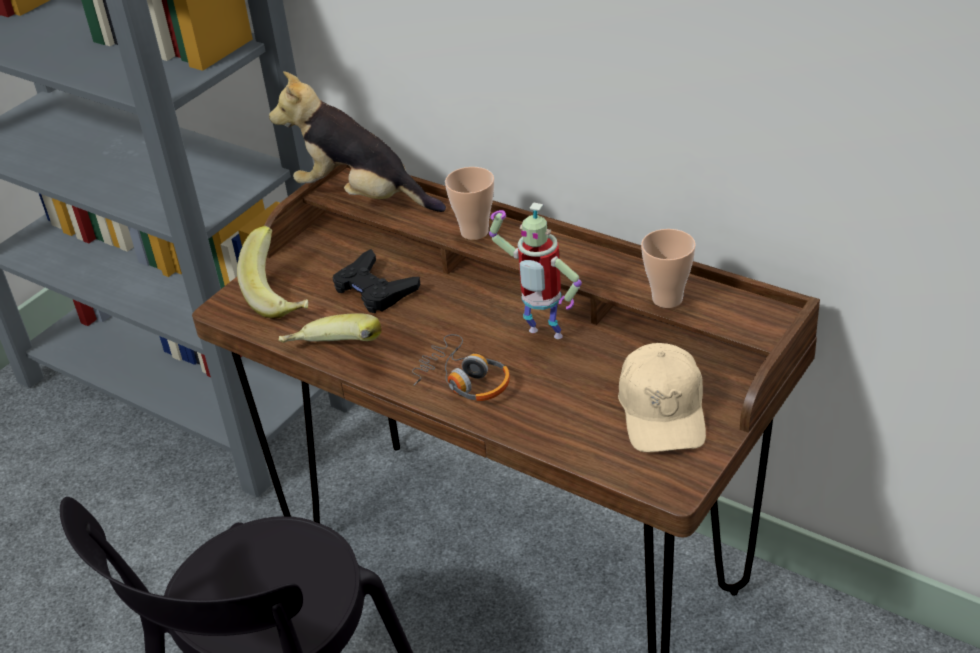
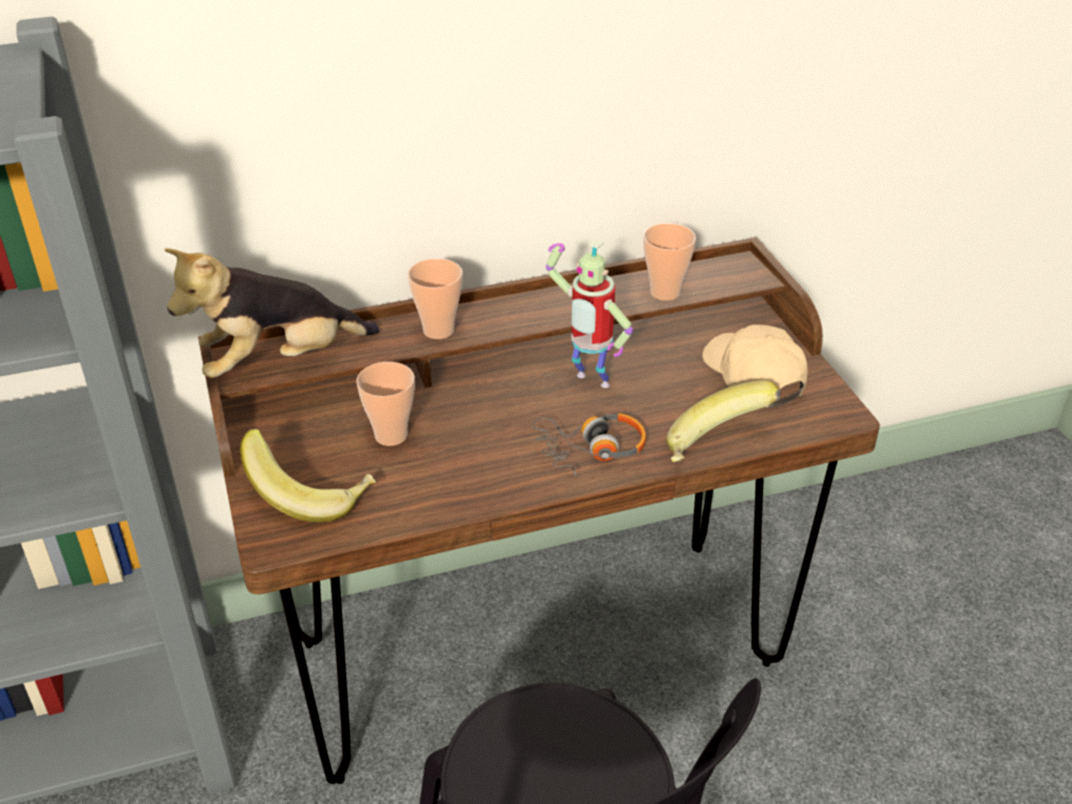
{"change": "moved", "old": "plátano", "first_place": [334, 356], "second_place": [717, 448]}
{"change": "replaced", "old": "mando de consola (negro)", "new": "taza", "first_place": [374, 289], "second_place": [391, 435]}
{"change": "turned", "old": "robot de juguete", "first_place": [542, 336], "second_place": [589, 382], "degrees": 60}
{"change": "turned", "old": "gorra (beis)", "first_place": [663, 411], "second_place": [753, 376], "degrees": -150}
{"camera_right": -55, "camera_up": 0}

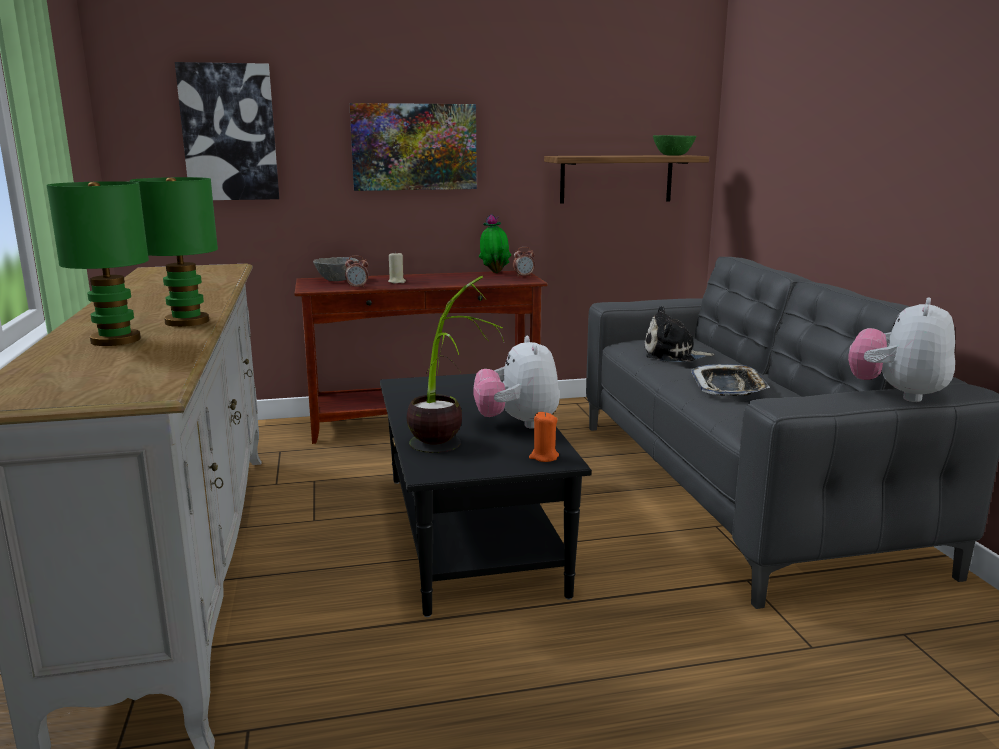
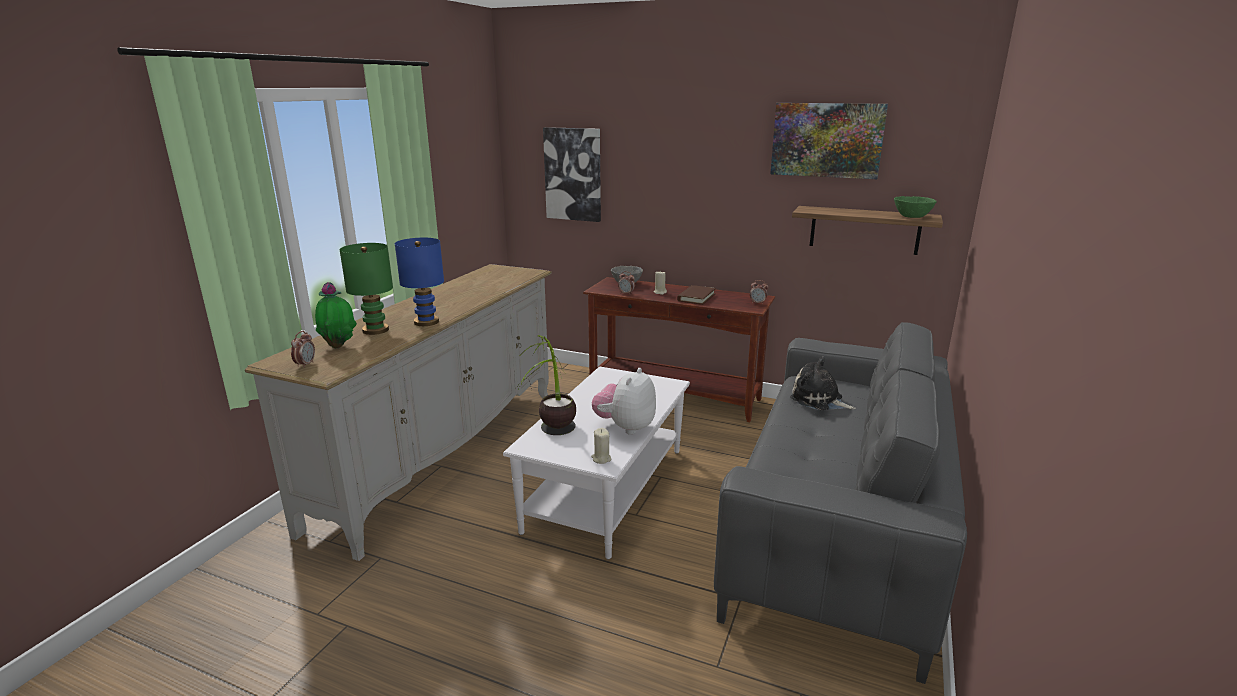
{"change": "recoloured", "old": "lámpara de mesa (verde)", "new": "lámpara de mesa (azul)", "first_place": [187, 321], "second_place": [427, 322]}
{"change": "moved", "old": "cuadro", "first_place": [414, 147], "second_place": [827, 140]}
{"change": "recoloured", "old": "mesa de centro (negro)", "new": "mesa de centro (blanco)", "first_place": [471, 533], "second_place": [606, 489]}
{"change": "moved", "old": "planta en maceta", "first_place": [494, 272], "second_place": [339, 346]}
{"change": "recoloured", "old": "vela (naranja)", "new": "vela (beis)", "first_place": [543, 457], "second_place": [601, 458]}
{"change": "removed", "old": "bandeja", "first_place": [728, 387]}
{"change": "removed", "old": "peluche", "first_place": [897, 394]}
{"change": "added", "new": "despertador", "second_place": [305, 364]}
{"change": "added", "new": "libro (marrón)", "second_place": [696, 297]}
{"camera_right": 35, "camera_up": 5}

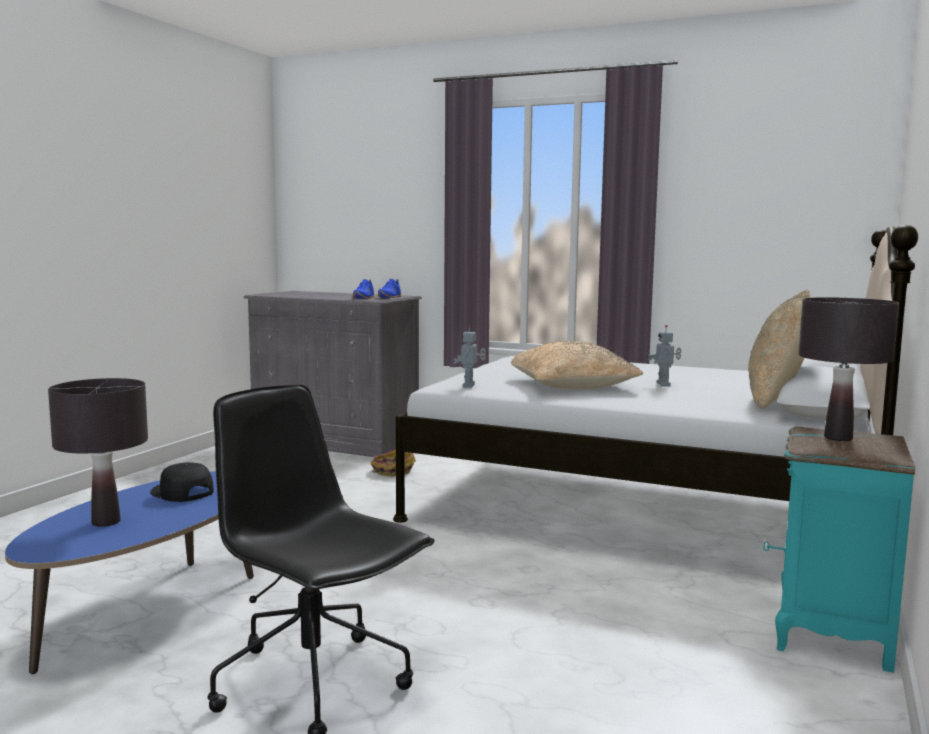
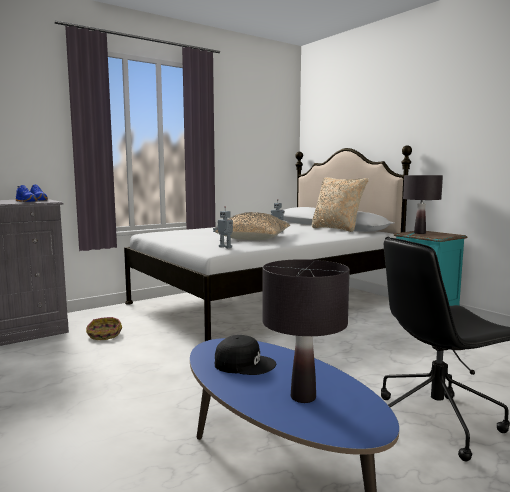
{"change": "turned", "old": "gorra (negro)", "first_place": [181, 492], "second_place": [244, 364], "degrees": -150}
{"camera_right": -60, "camera_up": 0}

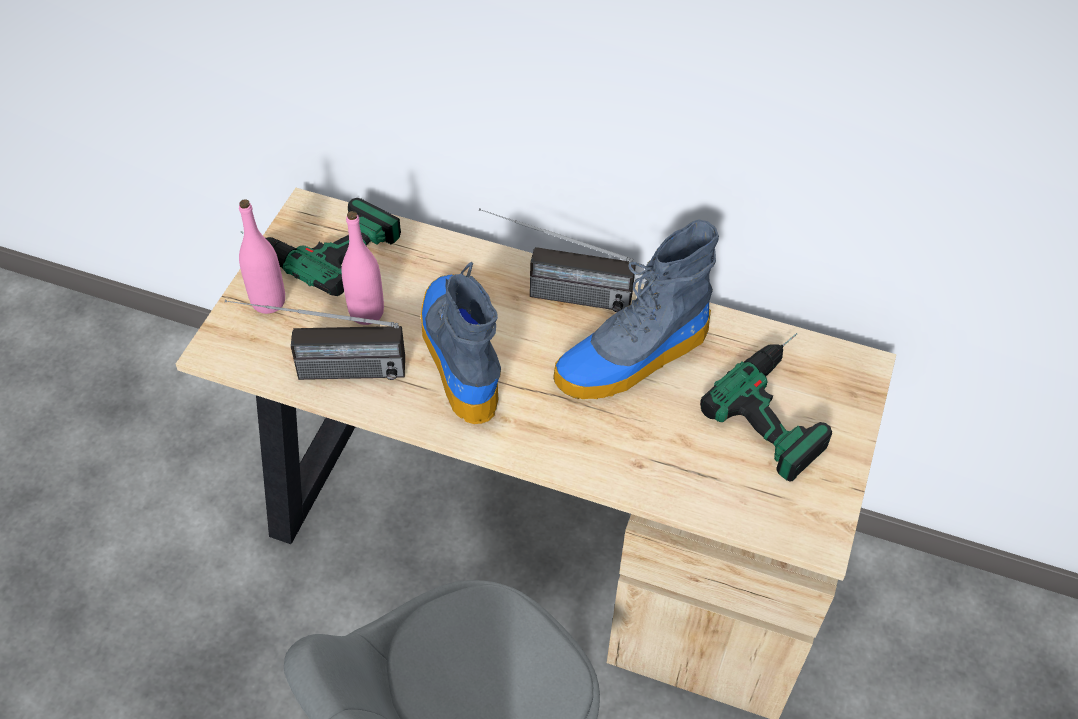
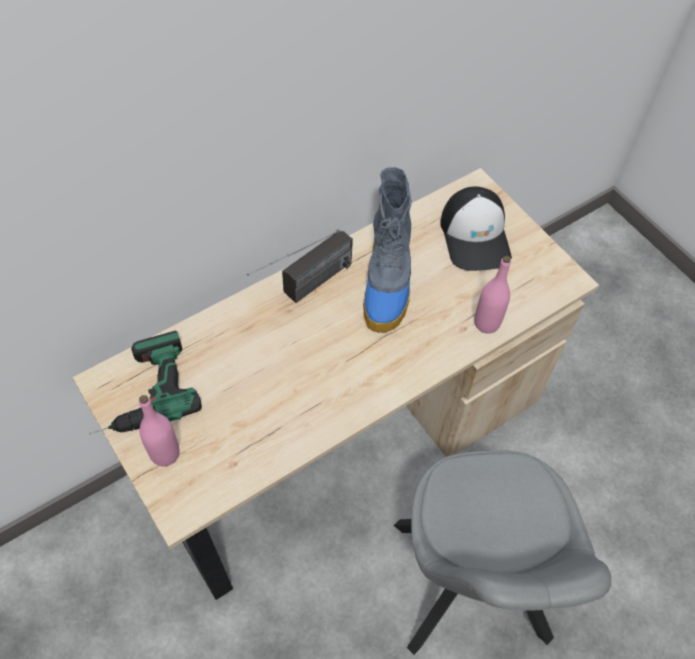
{"change": "removed", "old": "radio", "first_place": [323, 371]}
{"change": "moved", "old": "botella (rosa)", "first_place": [366, 312], "second_place": [486, 323]}
{"change": "removed", "old": "bota", "first_place": [459, 354]}
{"change": "replaced", "old": "taladro", "new": "gorra", "first_place": [785, 405], "second_place": [476, 236]}
{"camera_right": -55, "camera_up": 5}

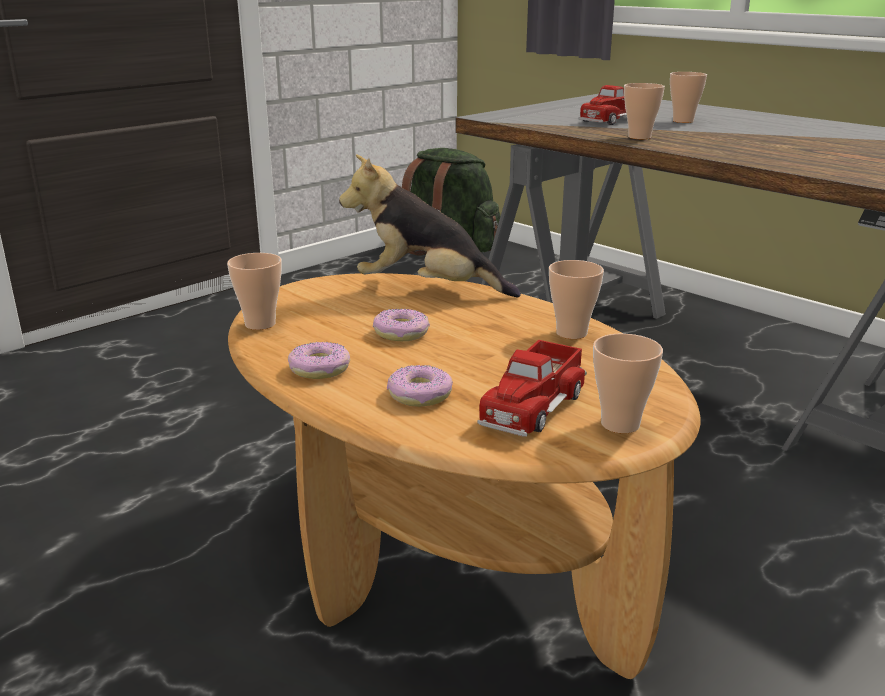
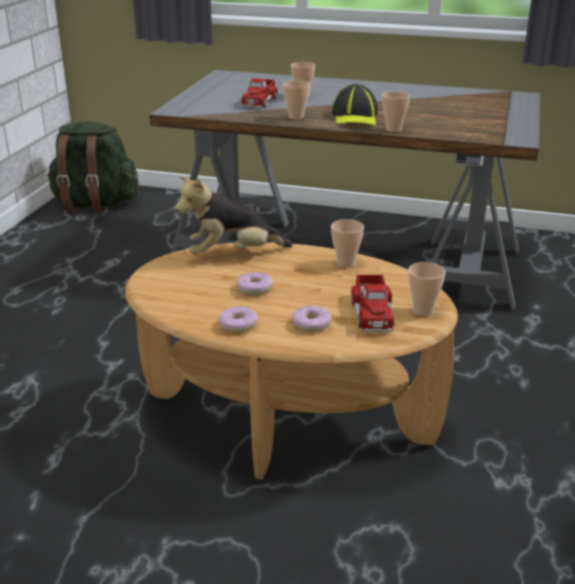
{"change": "moved", "old": "taza", "first_place": [260, 324], "second_place": [393, 129]}
{"change": "added", "new": "gorra", "second_place": [355, 117]}
{"camera_right": -30, "camera_up": 5}

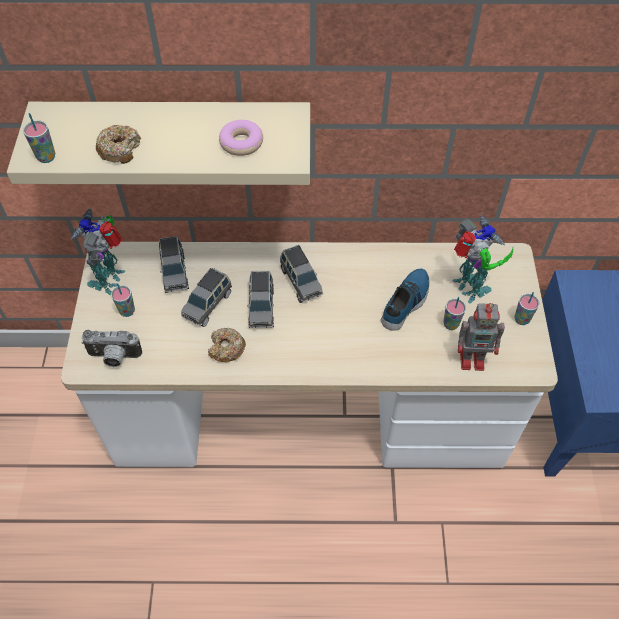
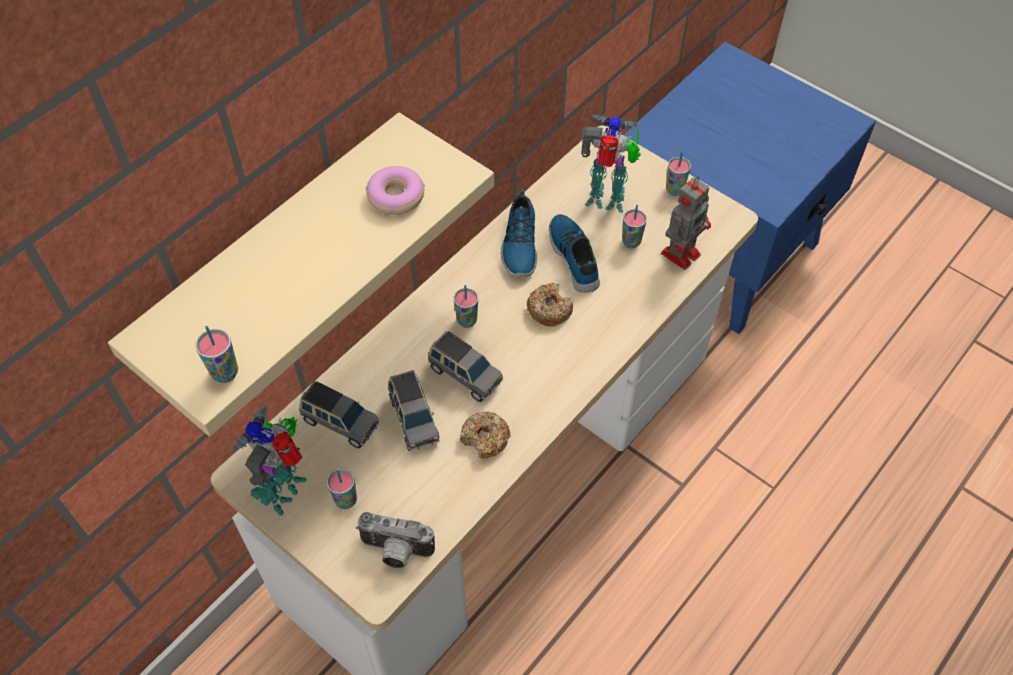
{"change": "turned", "old": "robot de juguete", "first_place": [111, 279], "second_place": [284, 489], "degrees": 60}
{"change": "turned", "old": "cámara", "first_place": [114, 358], "second_place": [395, 552], "degrees": 60}
{"change": "moved", "old": "rosquilla", "first_place": [119, 149], "second_place": [549, 309]}
{"change": "replaced", "old": "coche de juguete (gris)", "new": "taza", "first_place": [300, 281], "second_place": [467, 321]}
{"change": "added", "new": "zapato", "second_place": [519, 244]}
{"camera_right": -50, "camera_up": 0}

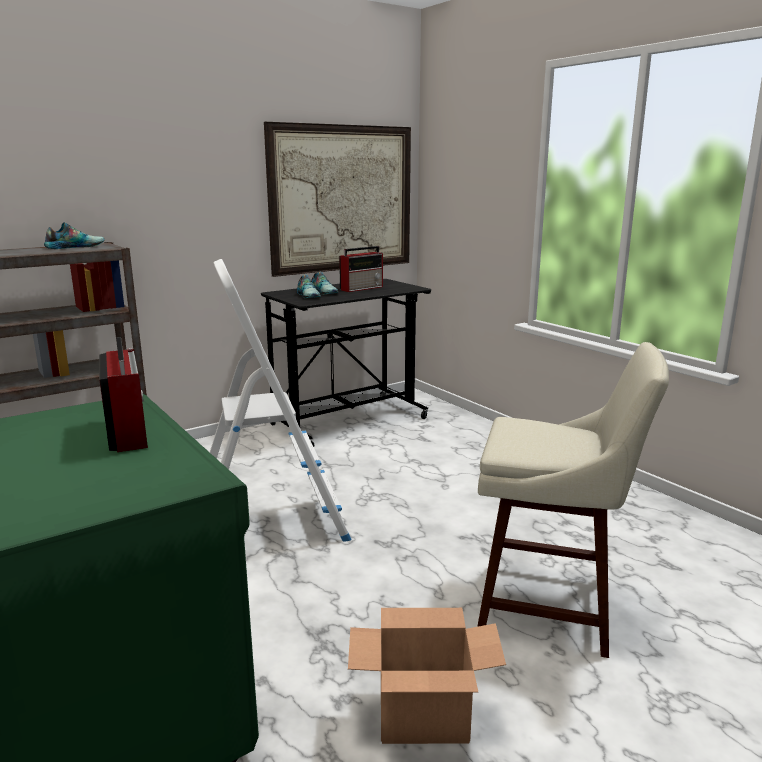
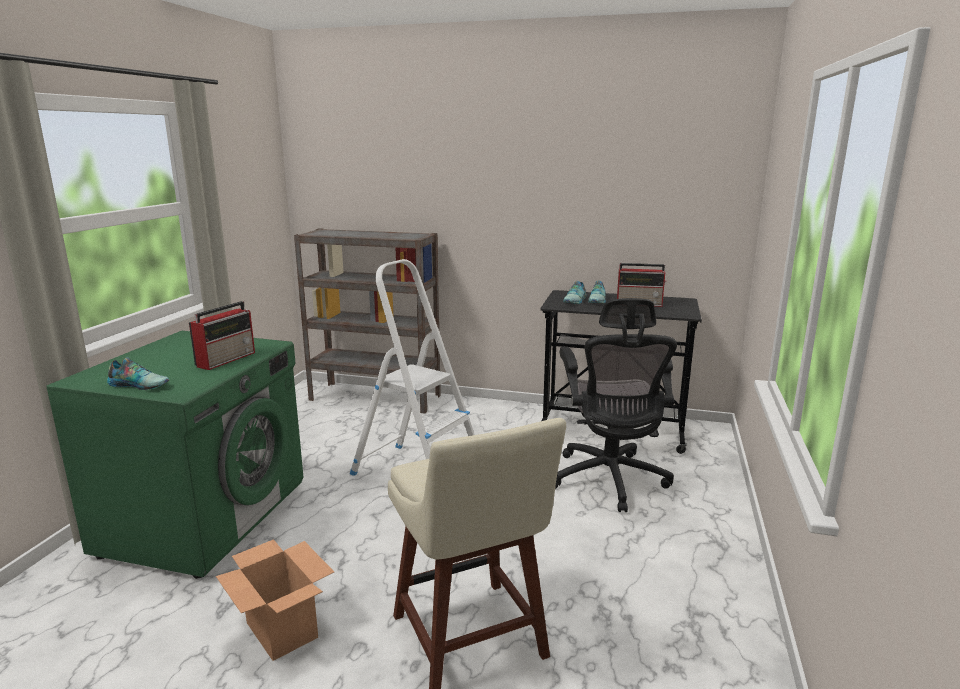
{"change": "moved", "old": "zapato", "first_place": [75, 247], "second_place": [140, 384]}
{"change": "removed", "old": "cuadro", "first_place": [342, 199]}
{"change": "added", "new": "silla de oficina", "second_place": [609, 479]}
{"camera_right": 50, "camera_up": 0}

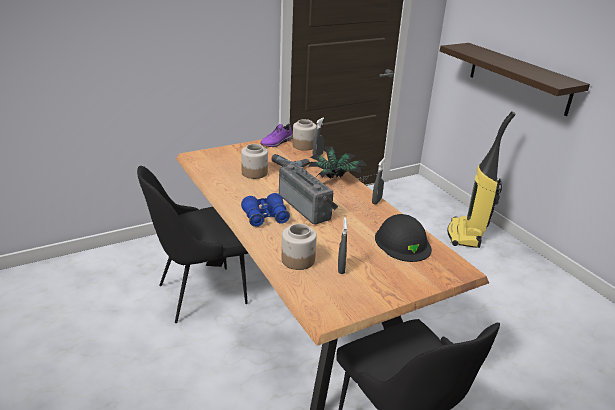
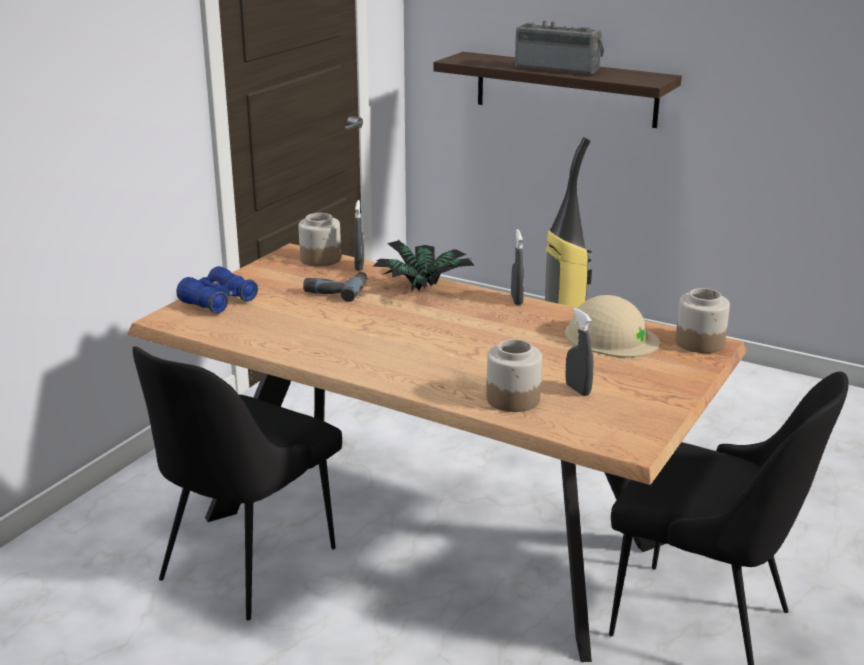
{"change": "moved", "old": "tarro", "first_place": [255, 173], "second_place": [700, 342]}
{"change": "moved", "old": "prismáticos (azul)", "first_place": [265, 217], "second_place": [218, 302]}
{"change": "removed", "old": "zapato (morado)", "first_place": [277, 142]}
{"change": "moved", "old": "radio", "first_place": [307, 206], "second_place": [558, 68]}
{"change": "recoloured", "old": "casco (negro)", "new": "casco (beis)", "first_place": [402, 242], "second_place": [610, 337]}
{"camera_right": -30, "camera_up": -5}

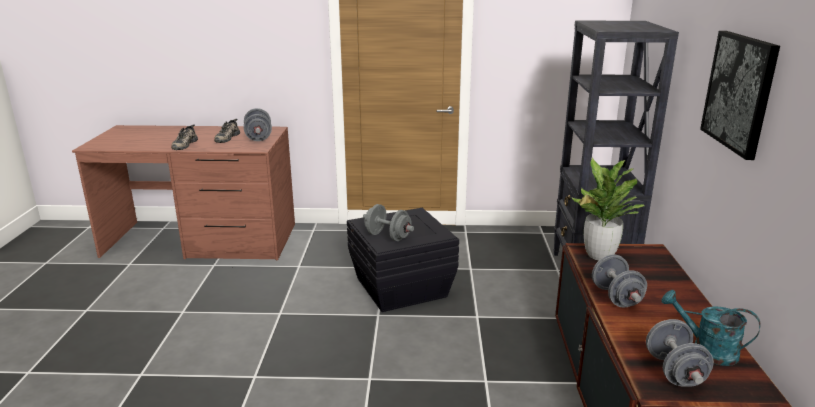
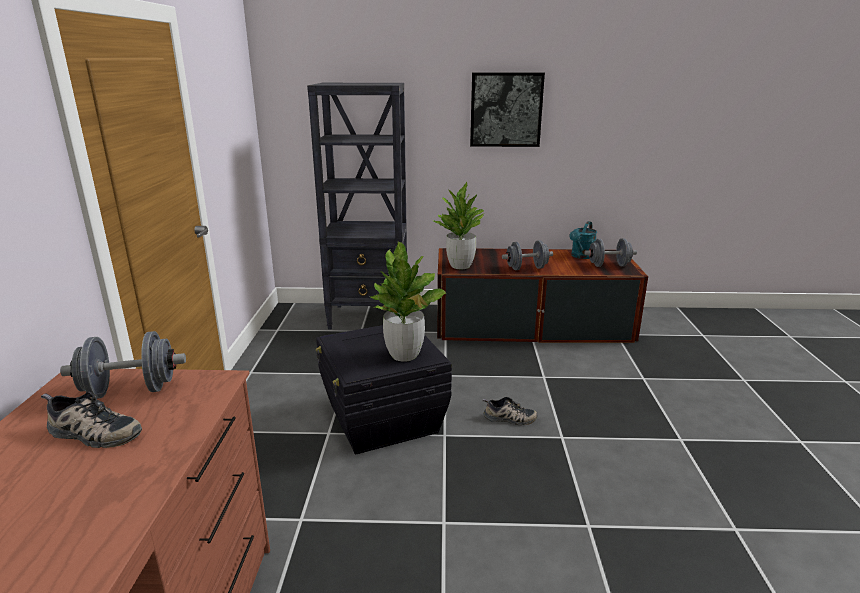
{"change": "moved", "old": "zapato", "first_place": [184, 144], "second_place": [509, 418]}
{"change": "replaced", "old": "mancuerna (gris)", "new": "planta en maceta", "first_place": [388, 236], "second_place": [404, 355]}
{"camera_right": -90, "camera_up": 0}

